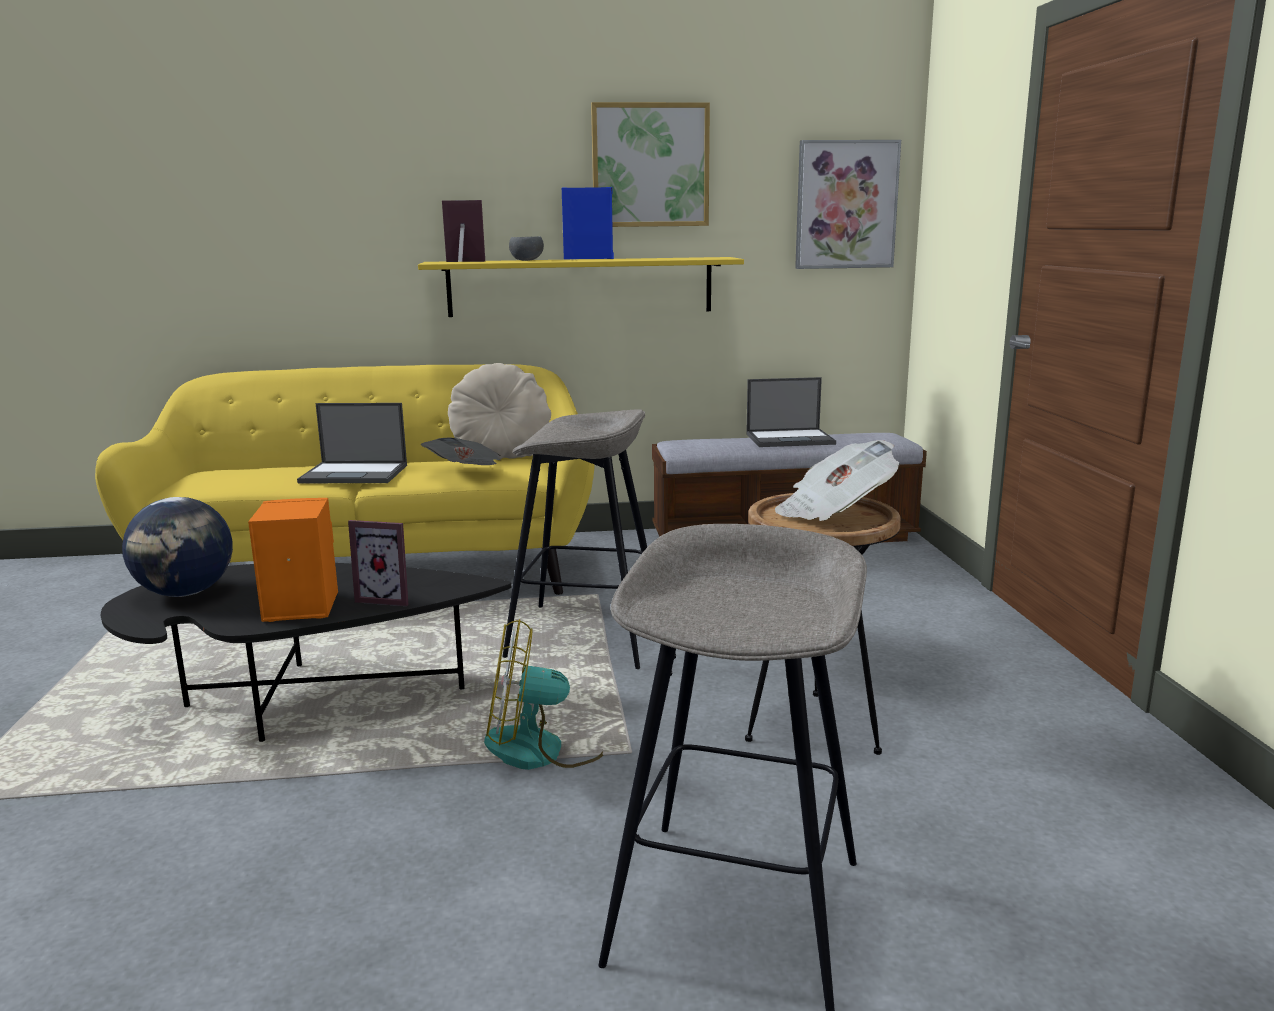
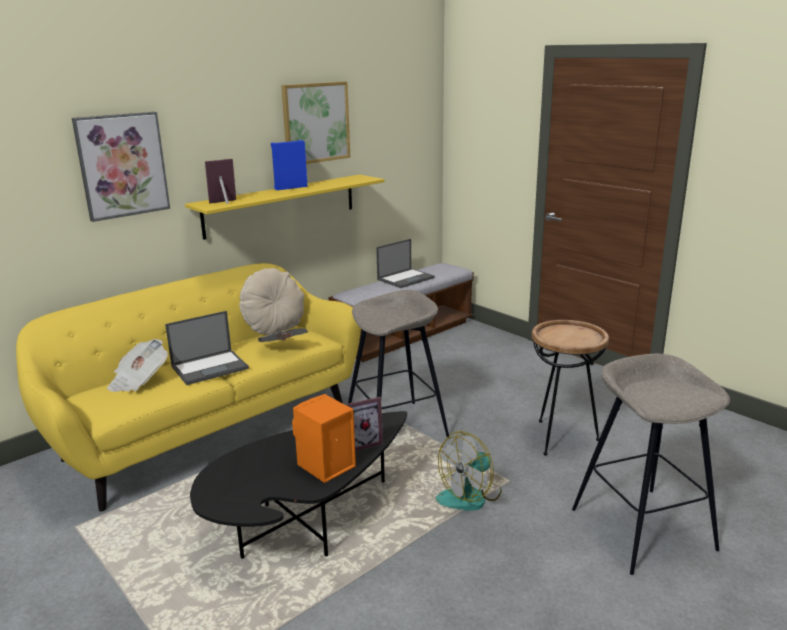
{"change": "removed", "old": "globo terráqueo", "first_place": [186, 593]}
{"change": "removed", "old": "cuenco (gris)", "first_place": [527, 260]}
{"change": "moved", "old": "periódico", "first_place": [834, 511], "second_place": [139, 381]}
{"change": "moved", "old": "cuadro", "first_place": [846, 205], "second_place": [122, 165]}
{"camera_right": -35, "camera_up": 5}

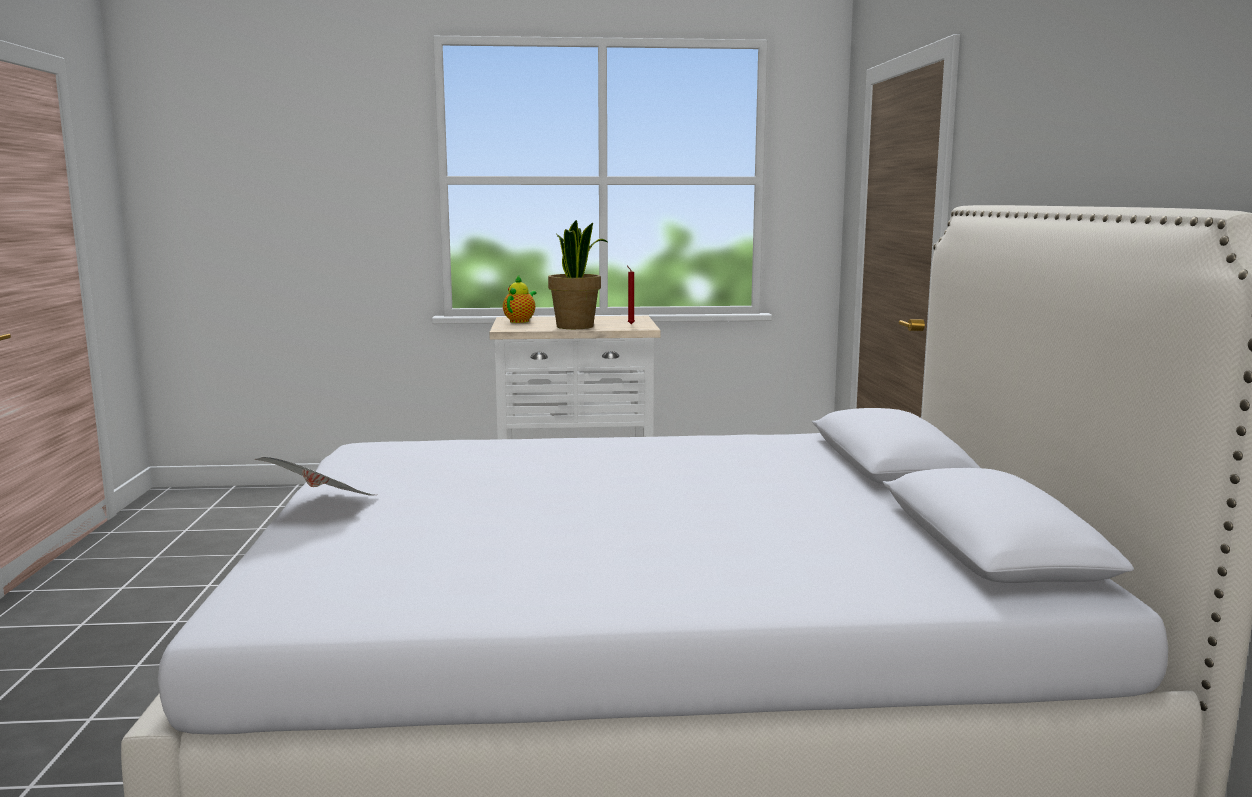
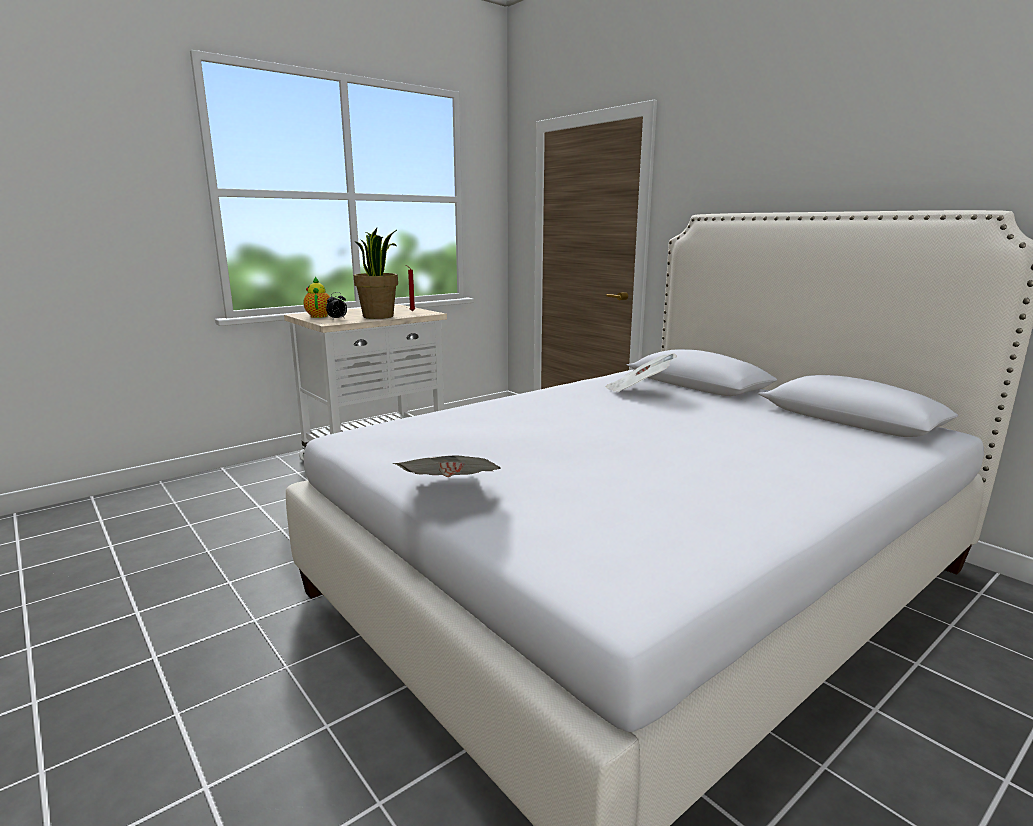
{"change": "added", "new": "despertador", "second_place": [337, 319]}
{"change": "added", "new": "periódico", "second_place": [638, 390]}
{"camera_right": -35, "camera_up": 5}

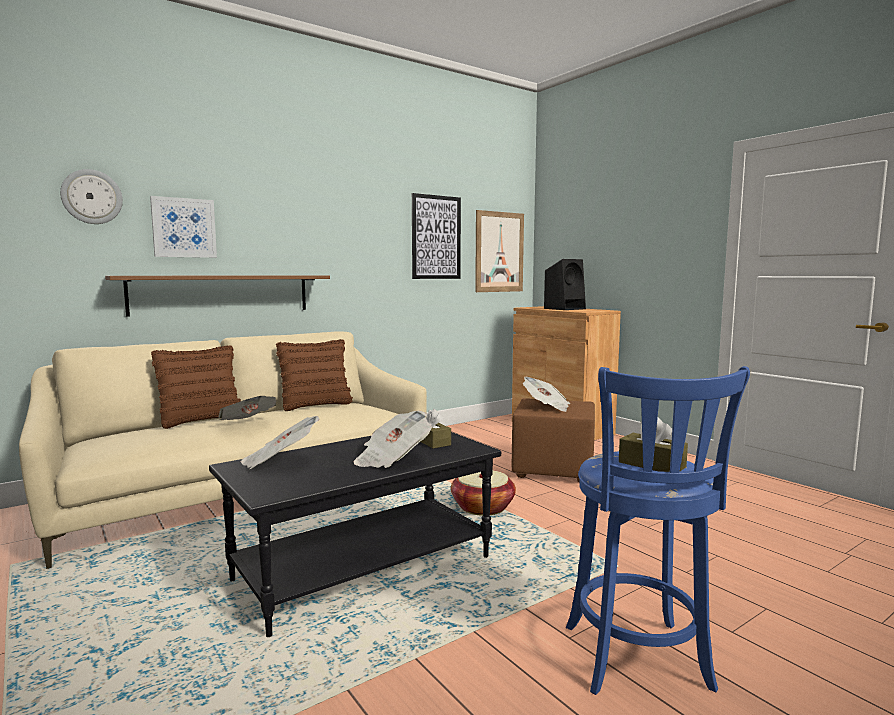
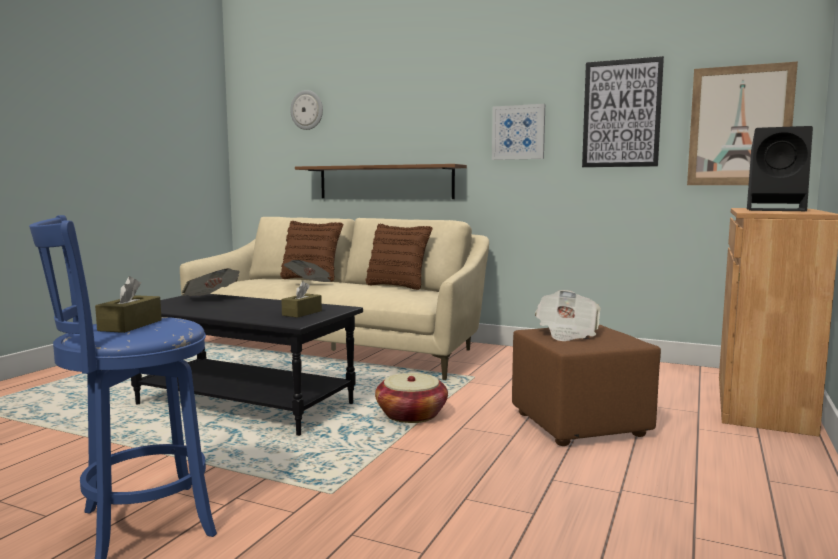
{"change": "moved", "old": "cuadro", "first_place": [184, 228], "second_place": [518, 132]}
{"change": "removed", "old": "periódico", "first_place": [392, 459]}
{"camera_right": 60, "camera_up": 0}

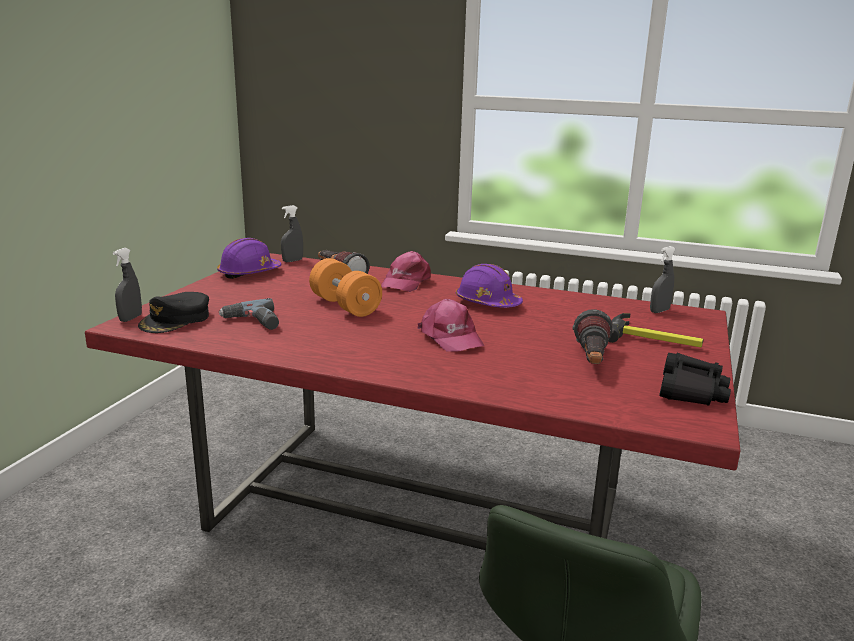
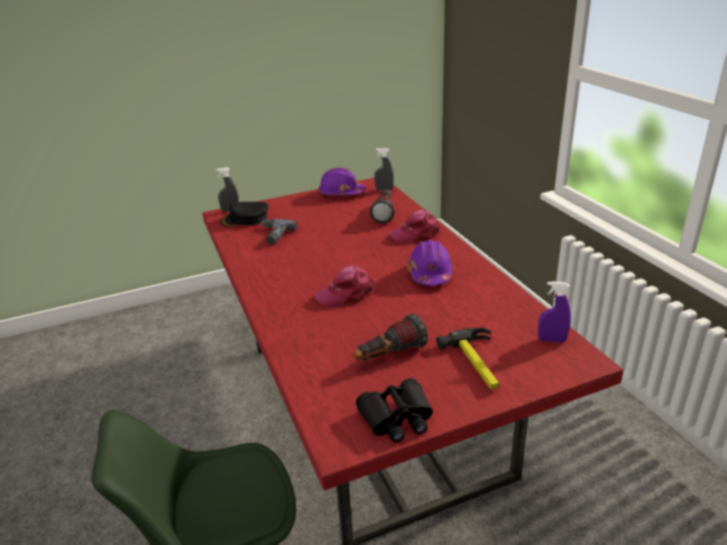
{"change": "removed", "old": "mancuerna (naranja)", "first_place": [345, 306]}
{"change": "turned", "old": "gorra (rosa)", "first_place": [450, 337], "second_place": [346, 293], "degrees": 45}
{"change": "recoloured", "old": "pulverizador (gris)", "new": "pulverizador (morado)", "first_place": [659, 311], "second_place": [552, 340]}
{"camera_right": 50, "camera_up": 10}

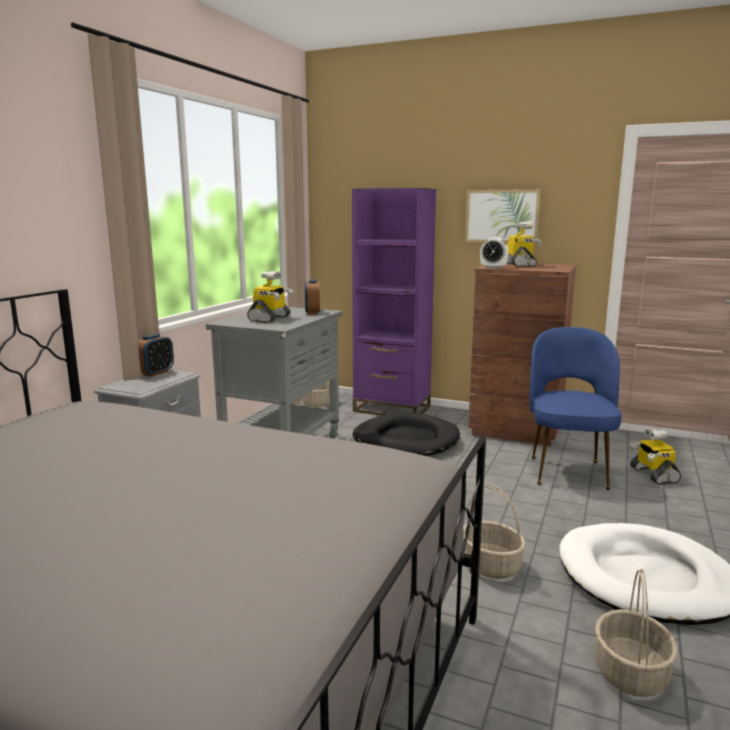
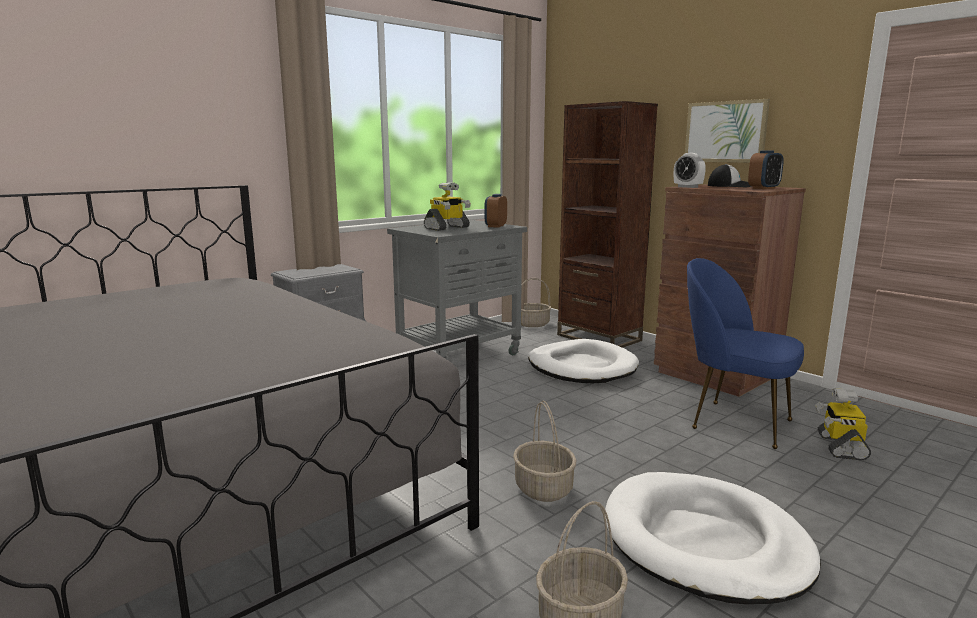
{"change": "moved", "old": "despertador", "first_place": [155, 373], "second_place": [764, 188]}
{"change": "recoloured", "old": "estantería (morado)", "new": "estantería (marrón)", "first_place": [391, 409], "second_place": [598, 338]}
{"change": "recoloured", "old": "cama para perro (negro)", "new": "cama para perro (blanco)", "first_place": [406, 440], "second_place": [581, 367]}
{"change": "replaced", "old": "robot de juguete", "new": "gorra", "first_place": [519, 264], "second_place": [731, 186]}
{"change": "turned", "old": "silla (azul)", "first_place": [567, 469], "second_place": [732, 422], "degrees": -90}
{"camera_right": 25, "camera_up": 0}

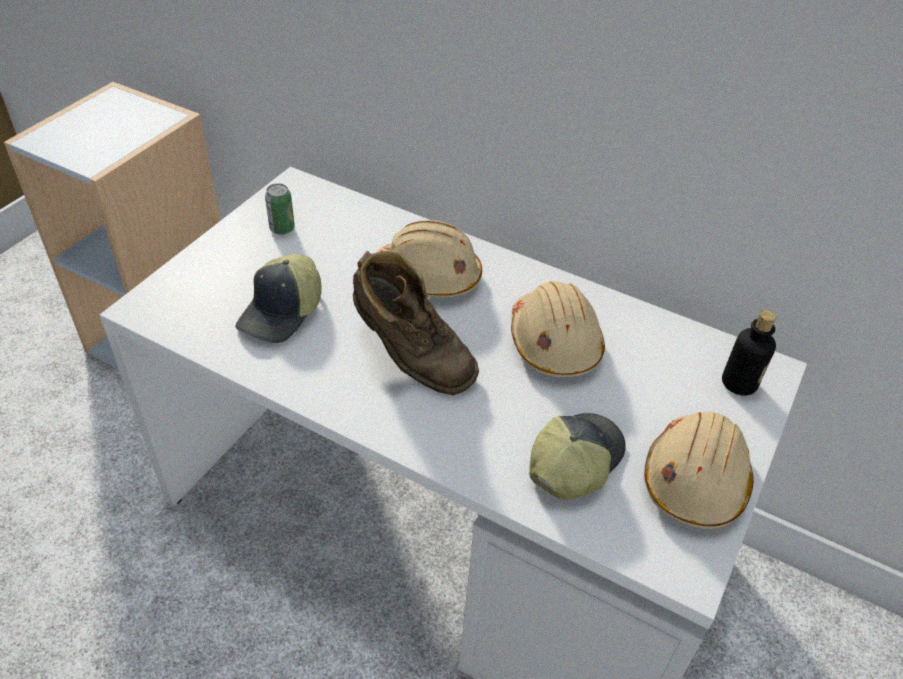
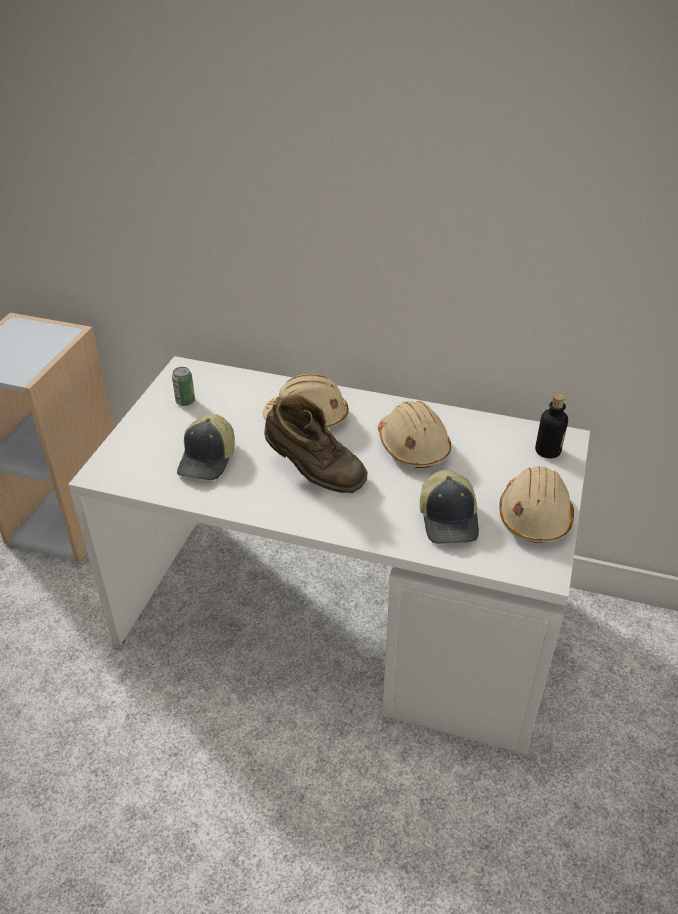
{"change": "turned", "old": "gorra", "first_place": [573, 461], "second_place": [449, 519], "degrees": 150}
{"camera_right": -10, "camera_up": -5}

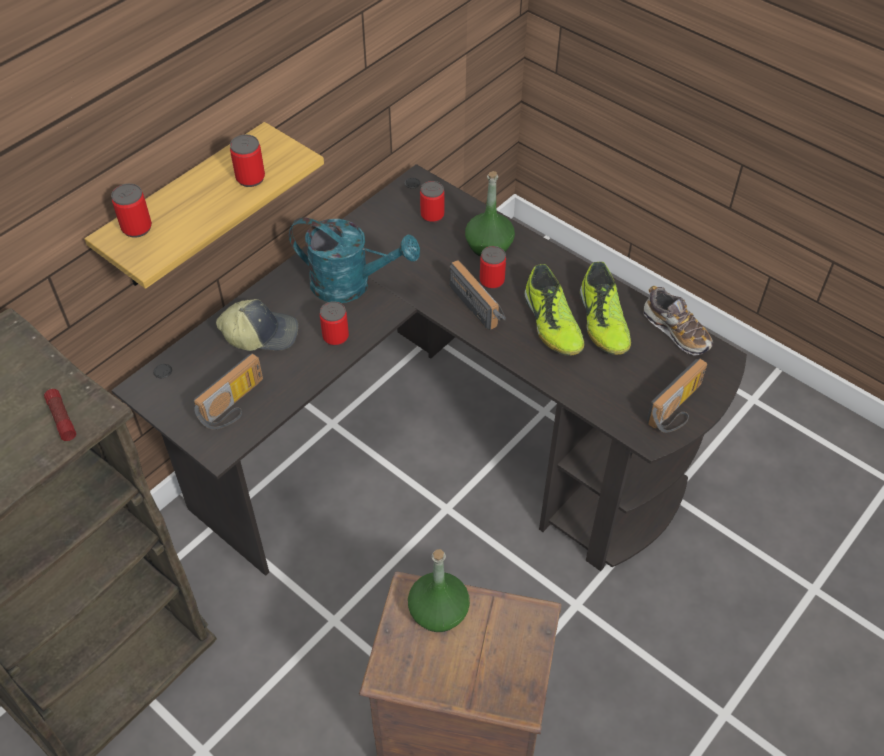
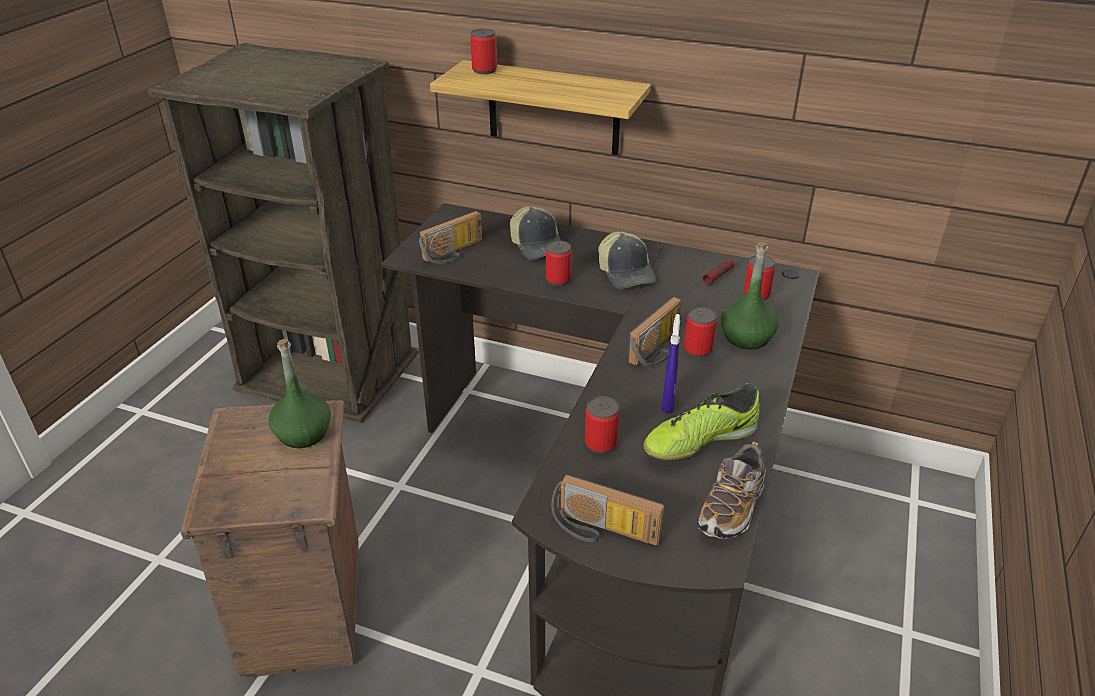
{"change": "moved", "old": "linterna", "first_place": [61, 418], "second_place": [718, 276]}
{"change": "turned", "old": "radio", "first_place": [235, 406], "second_place": [454, 253], "degrees": -60}
{"change": "moved", "old": "lata", "first_place": [250, 178], "second_place": [600, 443]}
{"change": "replaced", "old": "regadera (turquesa)", "new": "gorra", "first_place": [351, 284], "second_place": [626, 273]}
{"change": "replaced", "old": "zapato", "new": "pulverizador (azul)", "first_place": [551, 324], "second_place": [668, 402]}
{"camera_right": 70, "camera_up": -15}

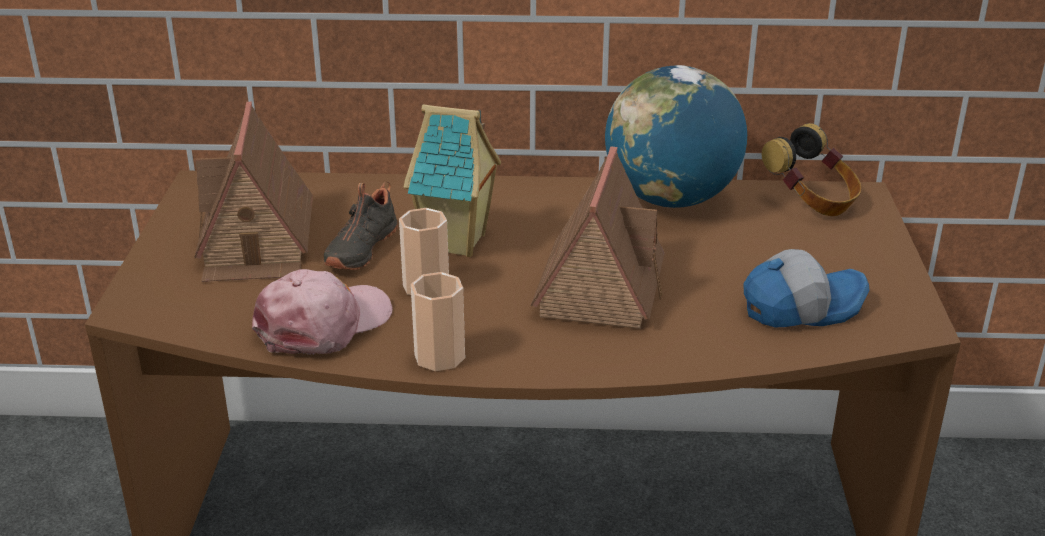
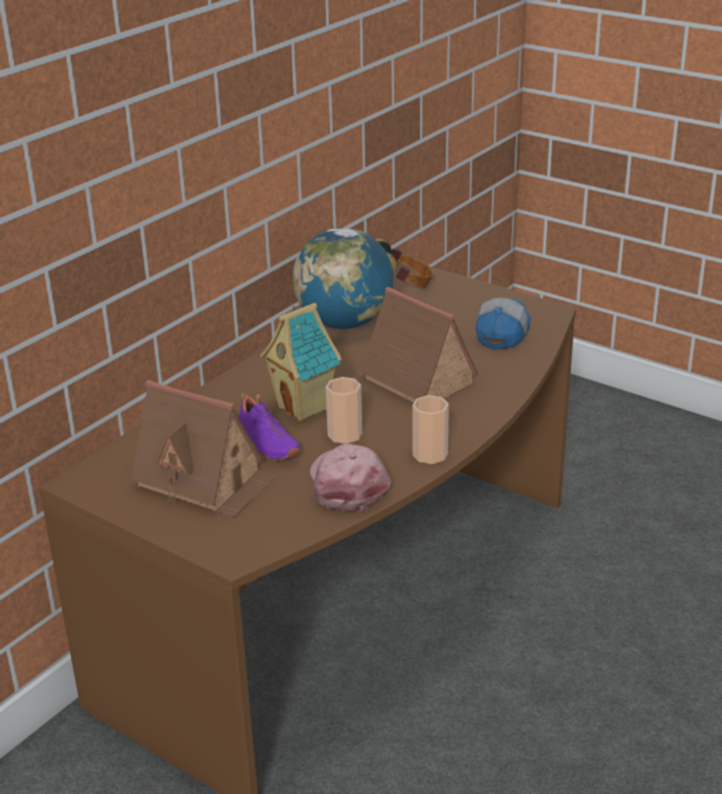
{"change": "recoloured", "old": "zapato (negro)", "new": "zapato (morado)", "first_place": [359, 248], "second_place": [266, 444]}
{"camera_right": -55, "camera_up": 0}

